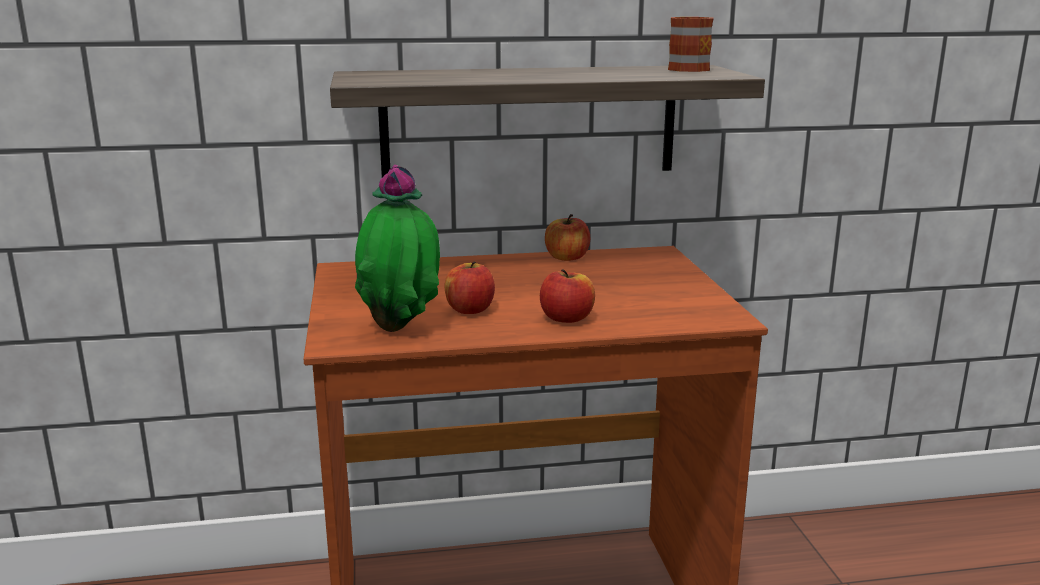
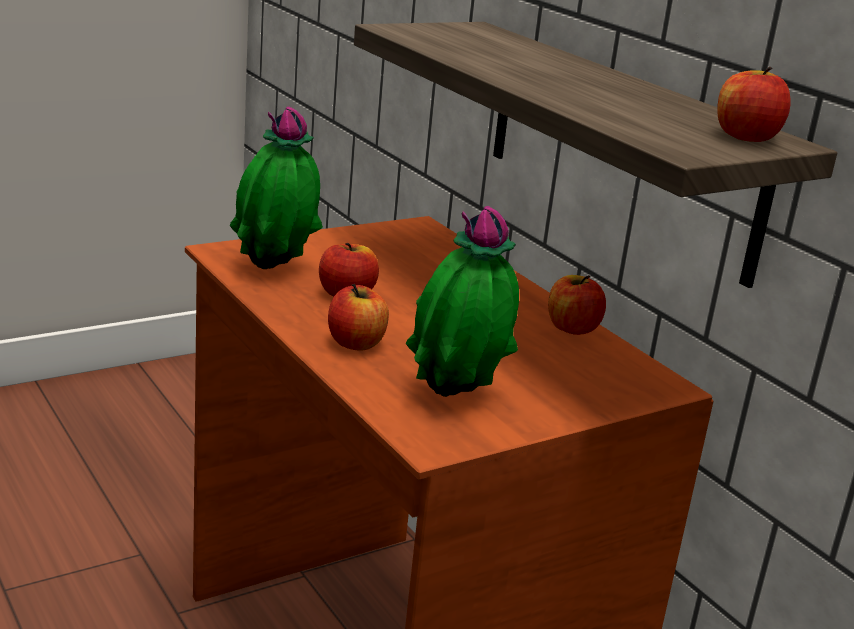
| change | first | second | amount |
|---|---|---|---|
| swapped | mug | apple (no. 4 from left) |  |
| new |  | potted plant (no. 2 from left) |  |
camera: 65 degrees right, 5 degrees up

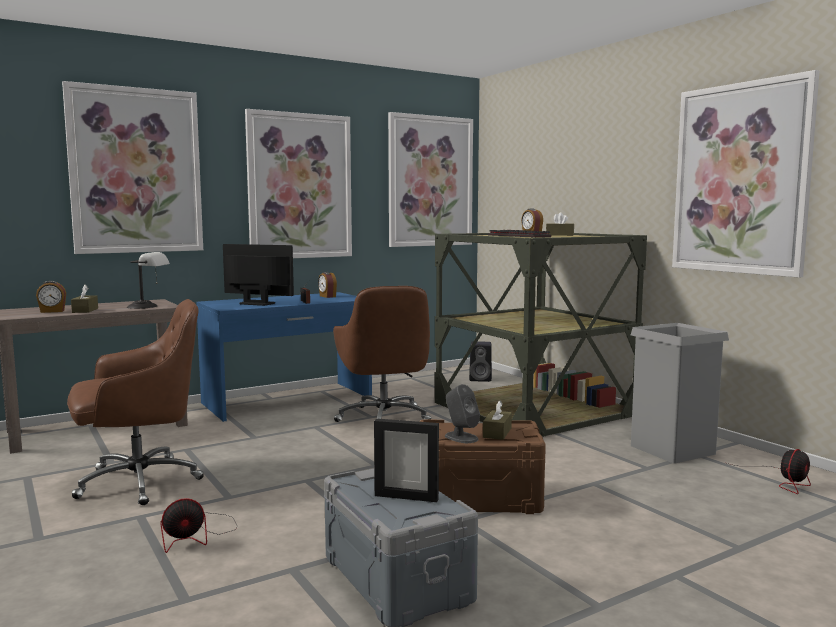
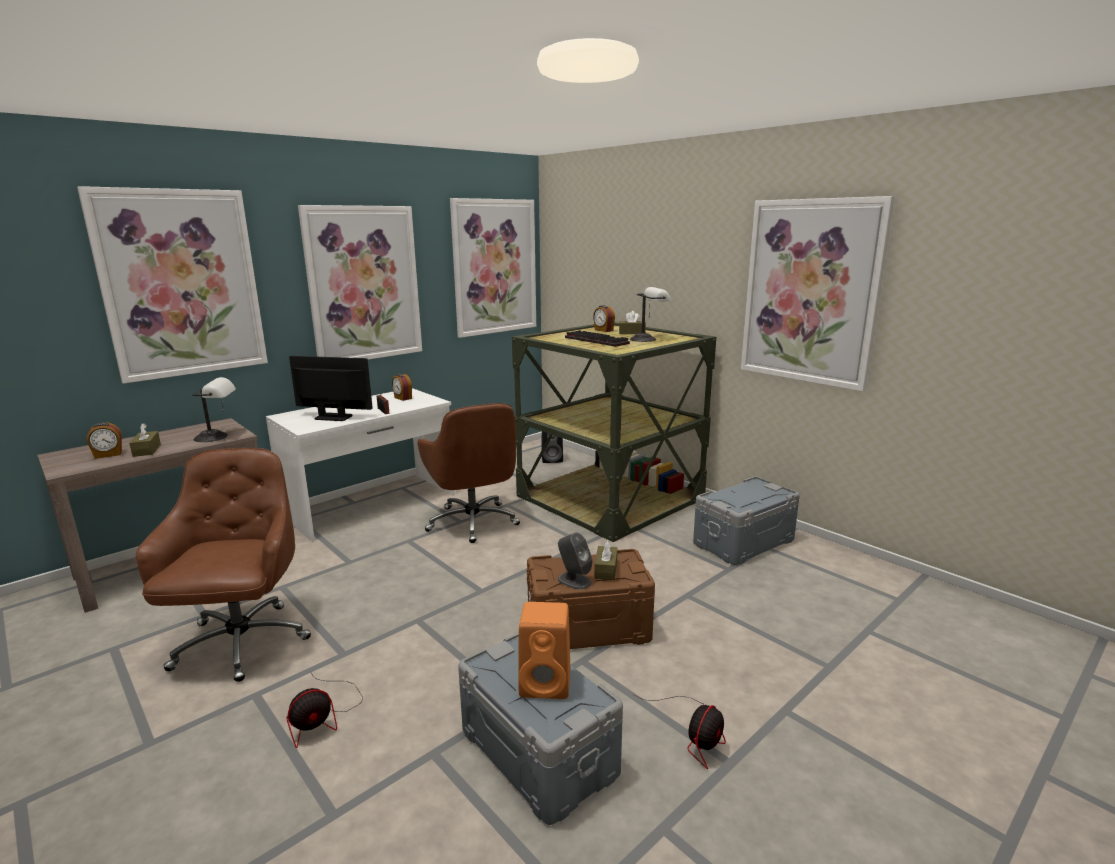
| change | first | second | amount |
|---|---|---|---|
| rotated | office chair (brown) (no. 1 from left) |  | 60 degrees counterclockwise |
| repainted | desk (blue) | desk (white) |  |
| swapped | picture frame | speaker (orange) |  |
| swapped | trash can (grey) | storage box (grey) (no. 2 from left) |  |
| shifted | fan (no. 2 from left) |  |  |
| new |  | table lamp (no. 2 from left) |  |
camera: 10 degrees left, 10 degrees up

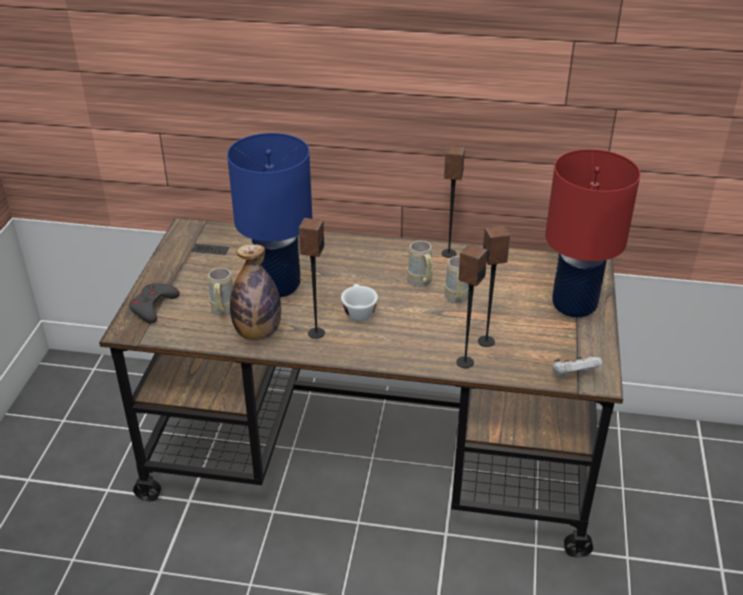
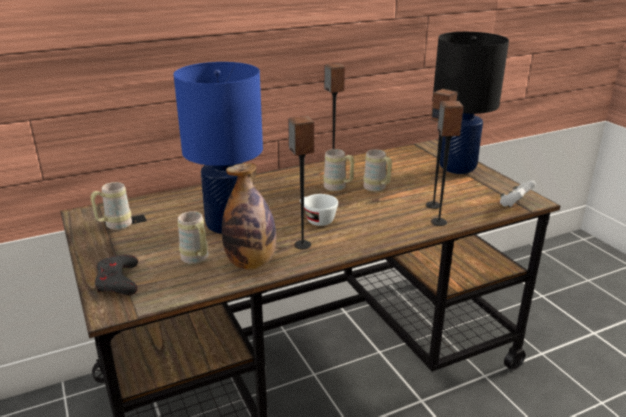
| change | first | second | amount |
|---|---|---|---|
| repainted | table lamp (red) | table lamp (black) |  |
| new |  | mug (beige) (no. 1 from left) |  |
camera: 35 degrees left, 10 degrees down

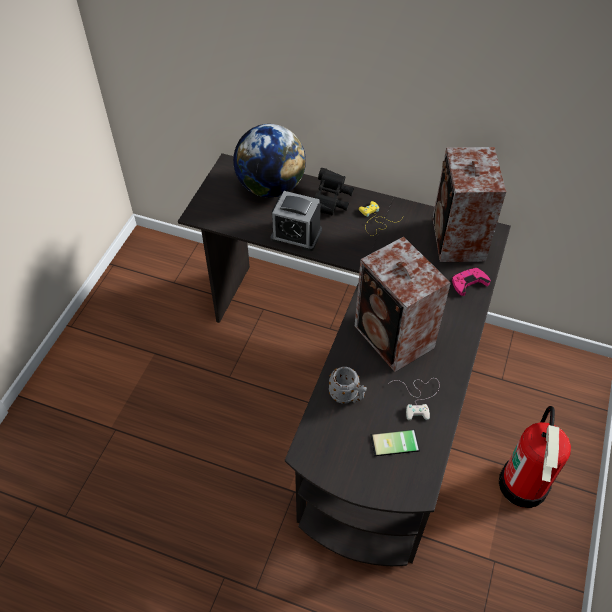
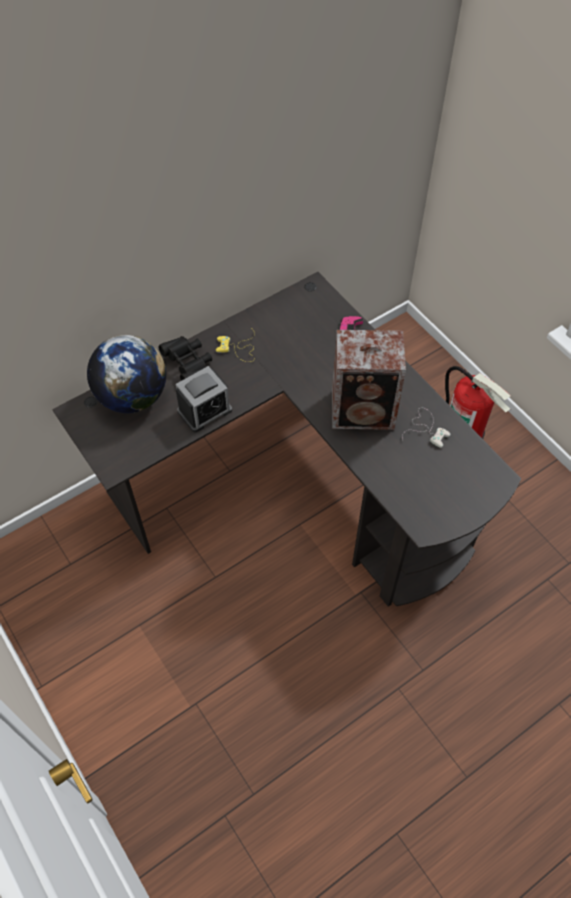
| change | first | second | amount |
|---|---|---|---|
| gone | mug (grey) |  |  |
| gone | phone |  |  |
| gone | speaker (no. 2 from left) |  |  |
camera: 55 degrees left, 5 degrees up

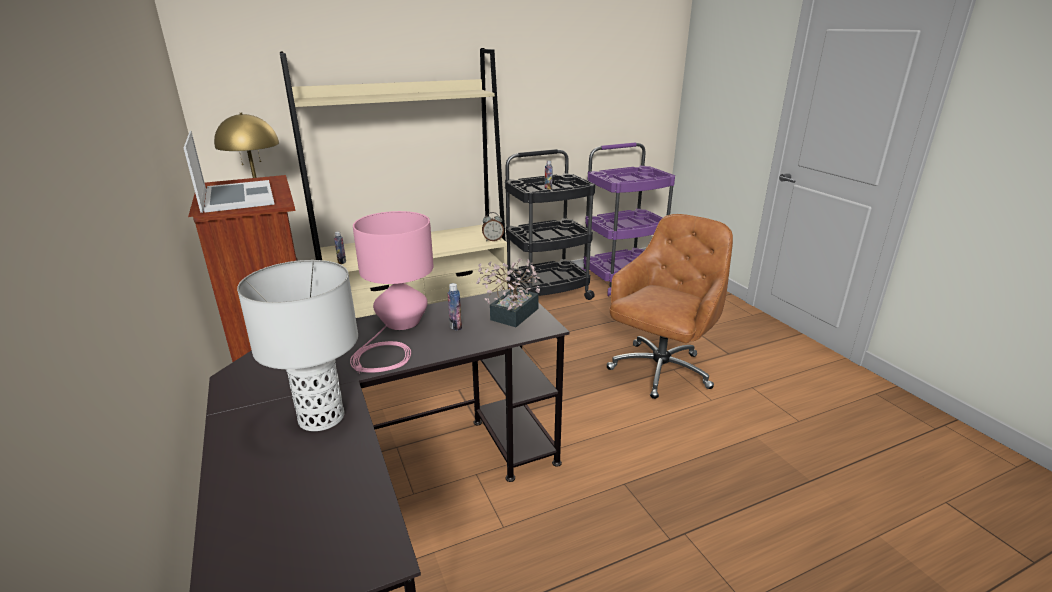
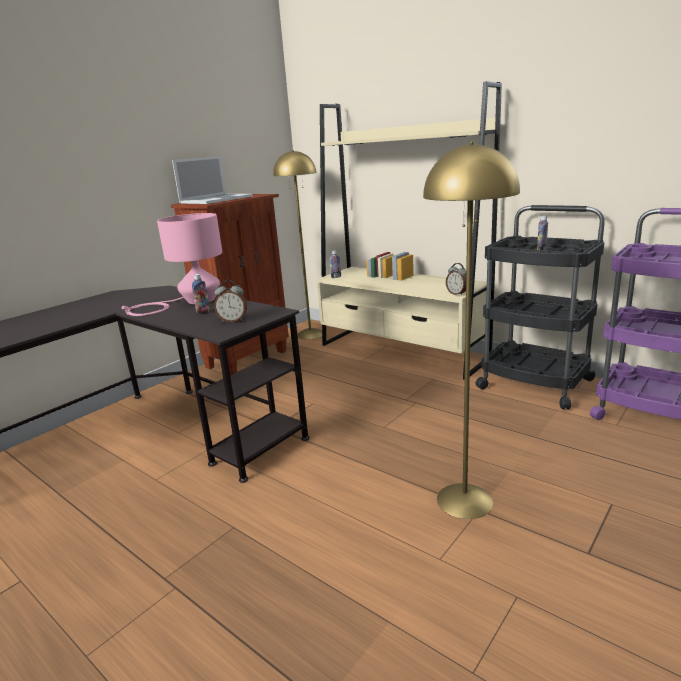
| change | first | second | amount |
|---|---|---|---|
| gone | table lamp (white) |  |  |
| swapped | potted plant | alarm clock (no. 1 from left) |  |
| swapped | office chair (brown) | floor lamp (yellow) (no. 2 from left) |  |
camera: 65 degrees right, 5 degrees down

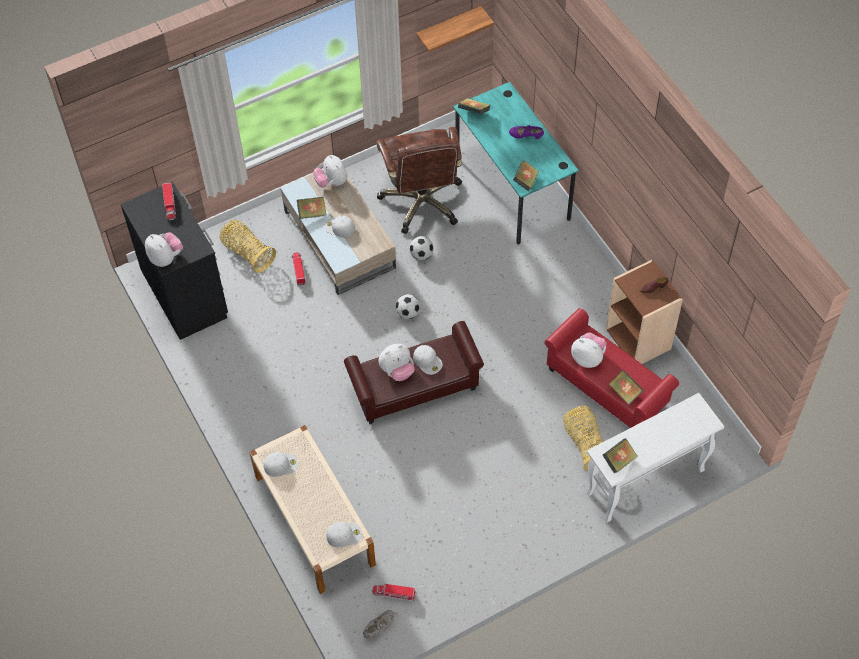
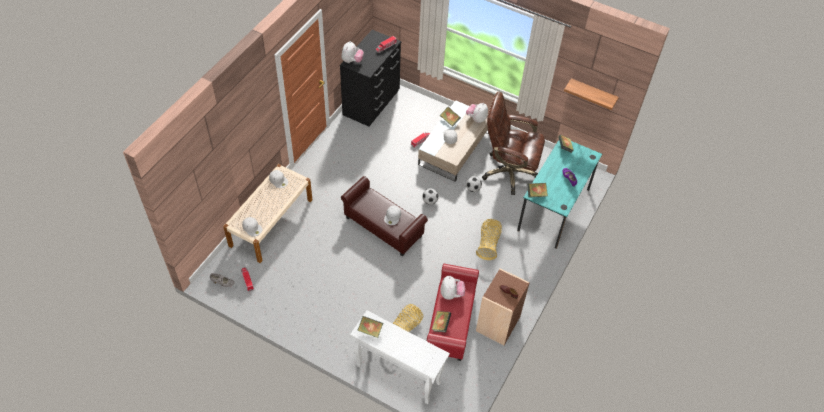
| change | first | second | amount |
|---|---|---|---|
| shifted | basket (no. 1 from left in the first image) | basket (no. 2 from left) |  |
| rotated | office chair (brown) |  | 60 degrees clockwise |
| gone | plush toy (no. 3 from left) |  |  |
camera: 55 degrees right, 5 degrees down

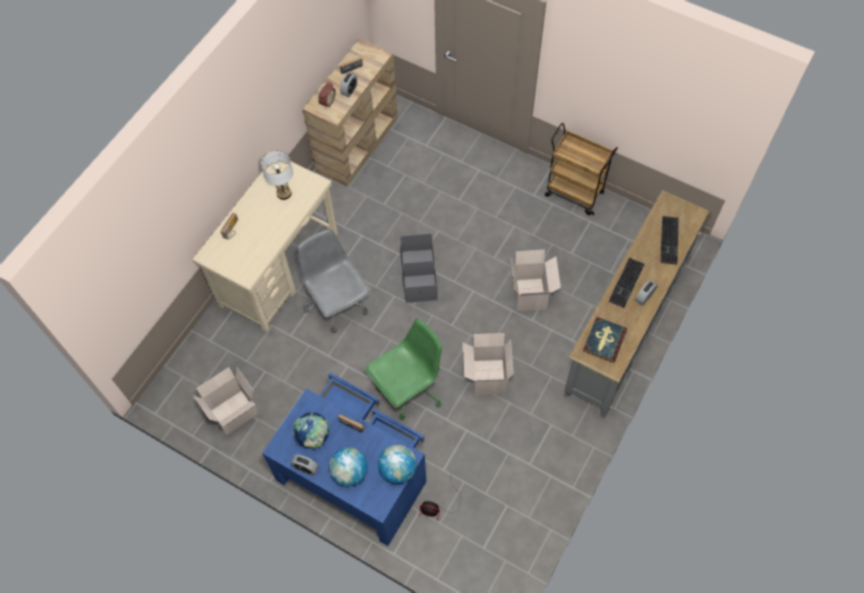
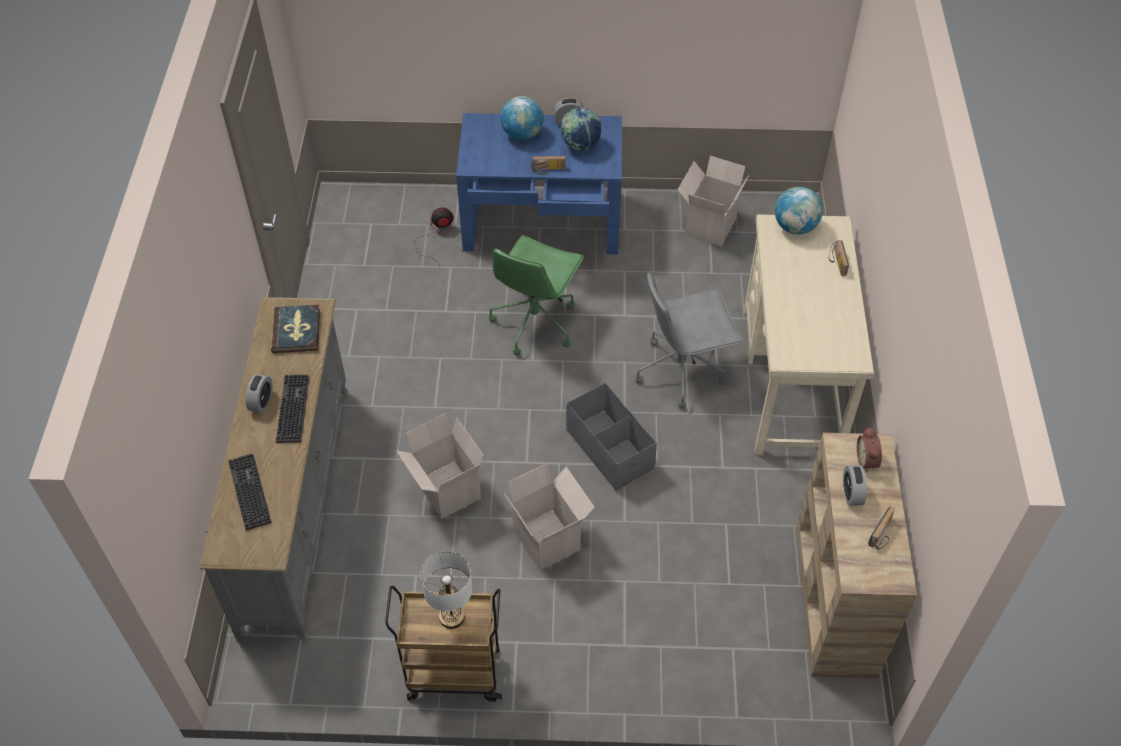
| change | first | second | amount |
|---|---|---|---|
| shifted | table lamp |  |  |
| rotated | office chair (grey) |  | 135 degrees clockwise |
| shifted | globe (no. 3 from left) |  |  |
| shifted | cardboard box (no. 2 from left) |  |  |
camera: 150 degrees right, 10 degrees down

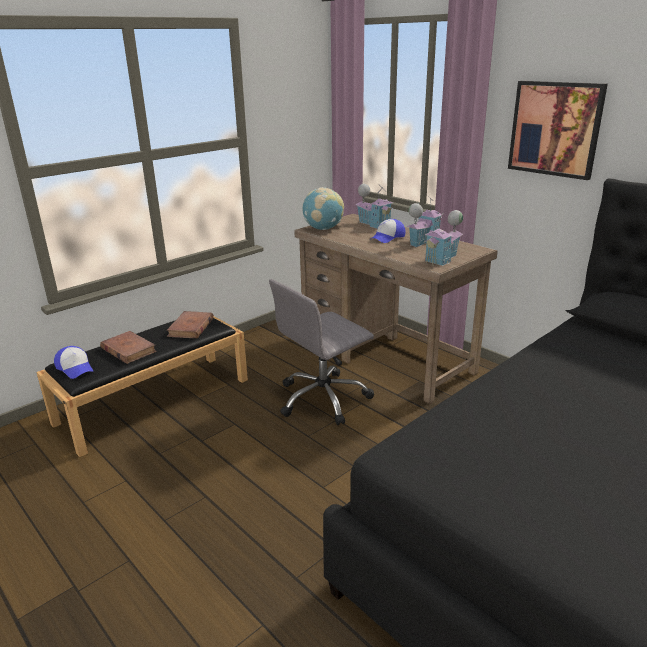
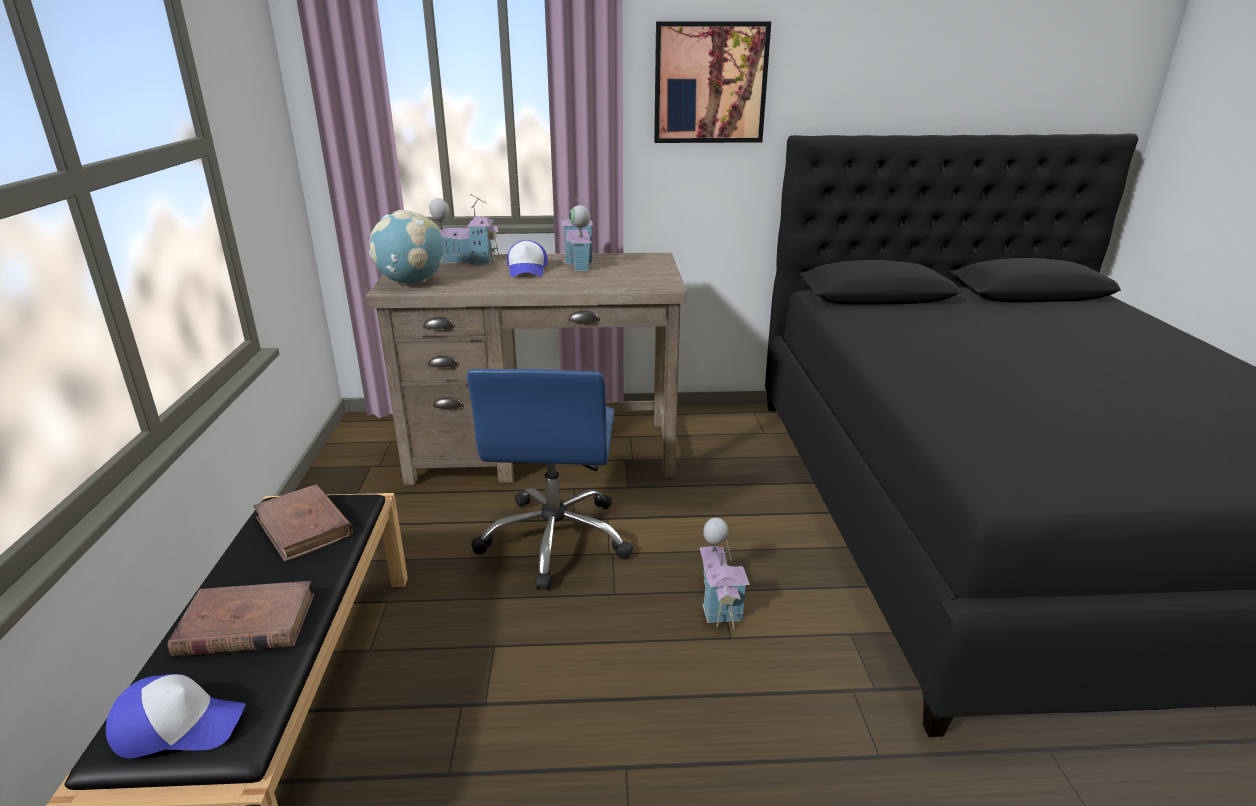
| change | first | second | amount |
|---|---|---|---|
| repainted | office chair (grey) | office chair (blue) |  |
| shifted | toy house (no. 3 from left) |  |  |
camera: 50 degrees left, 0 degrees up

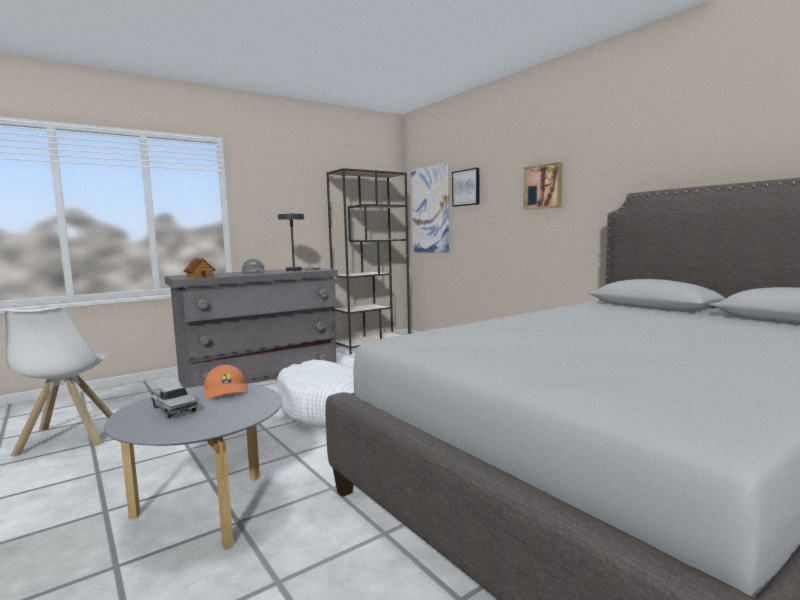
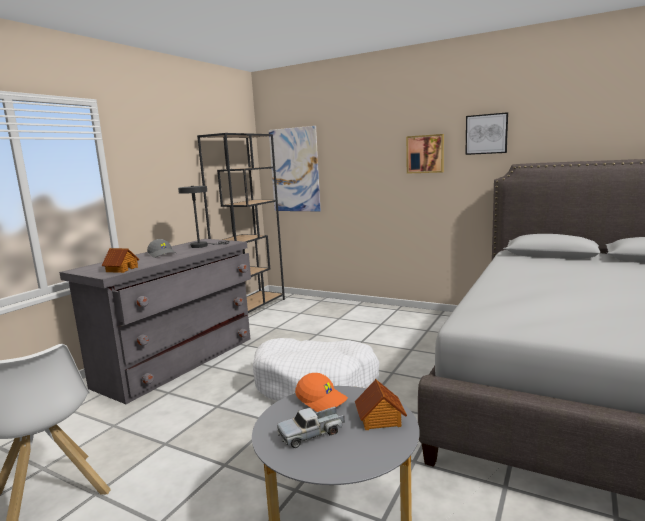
| change | first | second | amount |
|---|---|---|---|
| rotated | toy truck |  | 135 degrees clockwise |
| shifted | picture (no. 2 from left in the first image) | picture (no. 3 from left) |  |
| new |  | toy house (no. 2 from left) |  |
camera: 25 degrees left, 5 degrees up

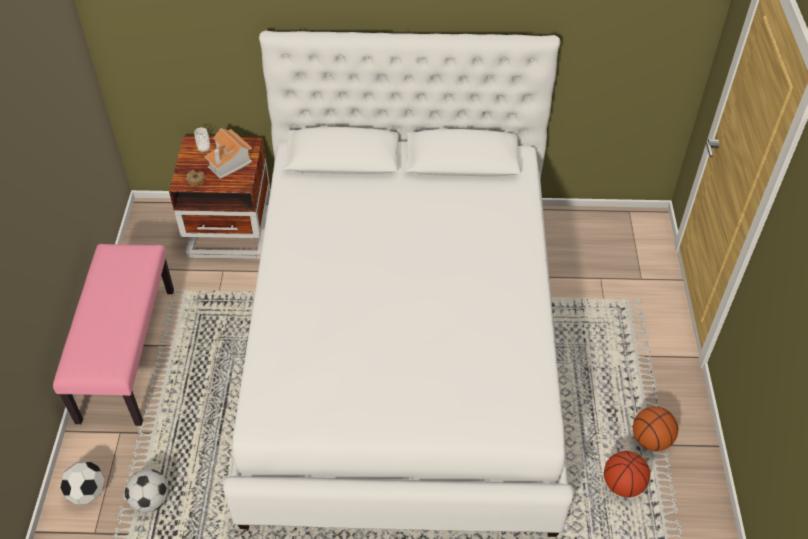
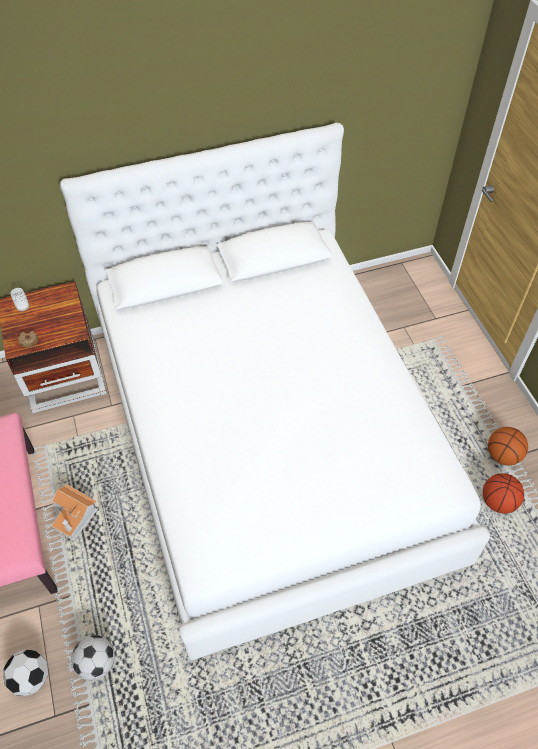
| change | first | second | amount |
|---|---|---|---|
| shifted | toy house |  |  |
camera: 20 degrees left, 5 degrees up

